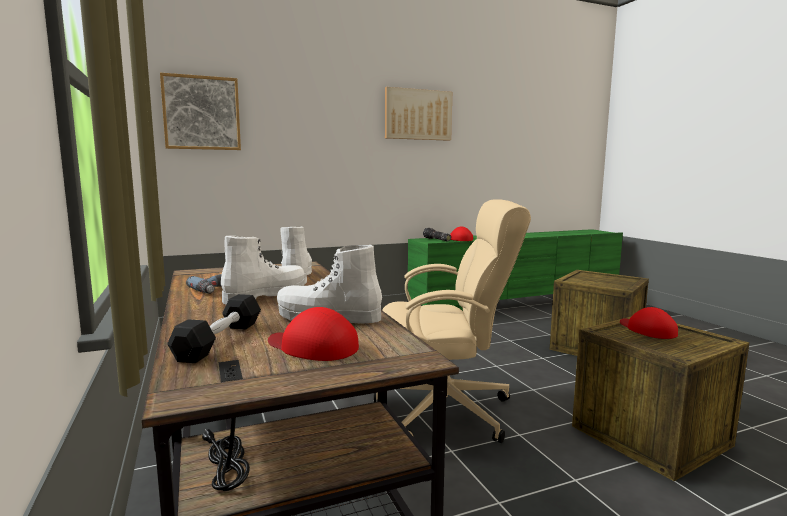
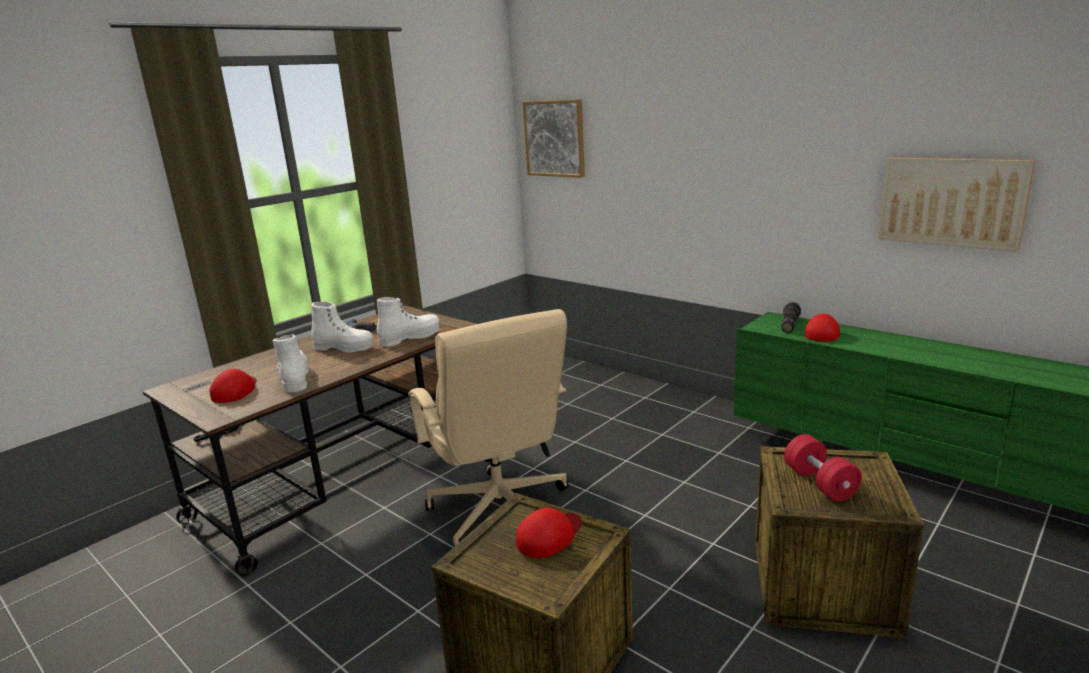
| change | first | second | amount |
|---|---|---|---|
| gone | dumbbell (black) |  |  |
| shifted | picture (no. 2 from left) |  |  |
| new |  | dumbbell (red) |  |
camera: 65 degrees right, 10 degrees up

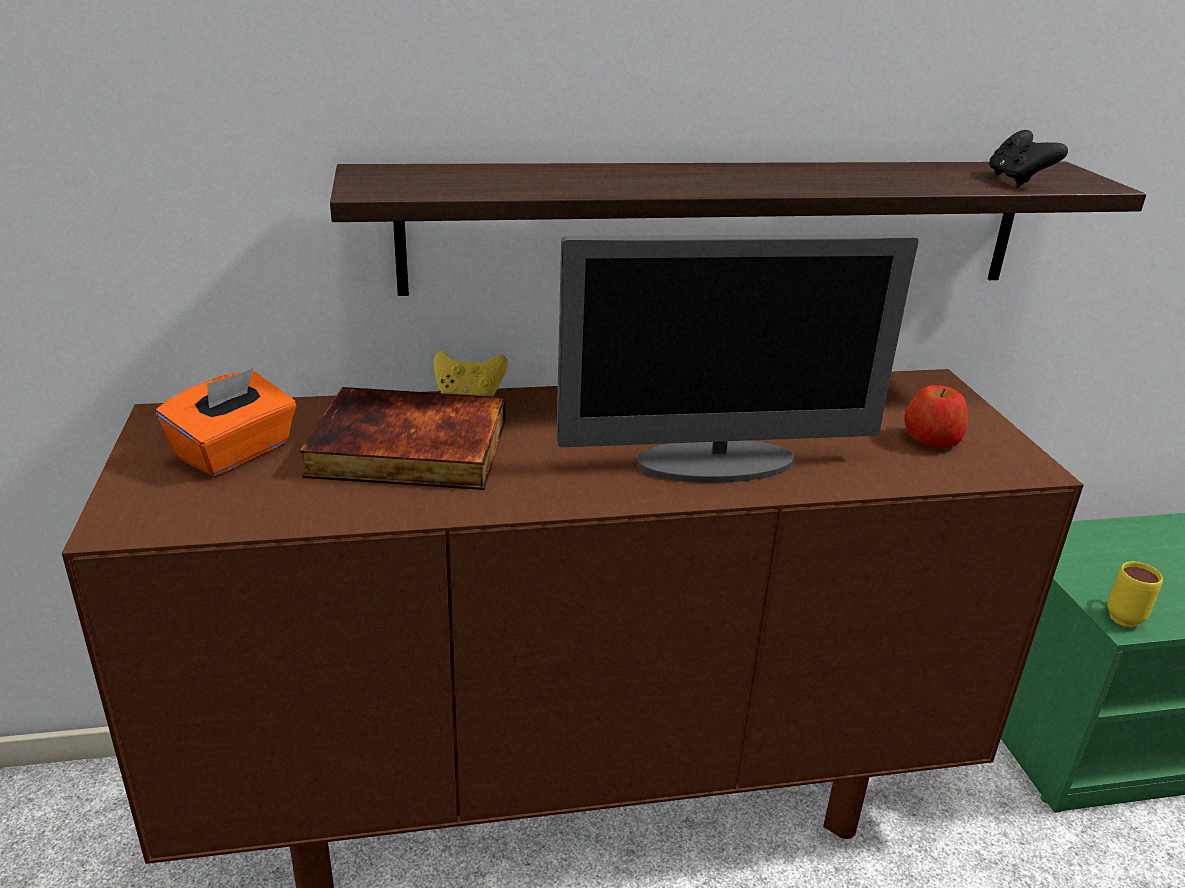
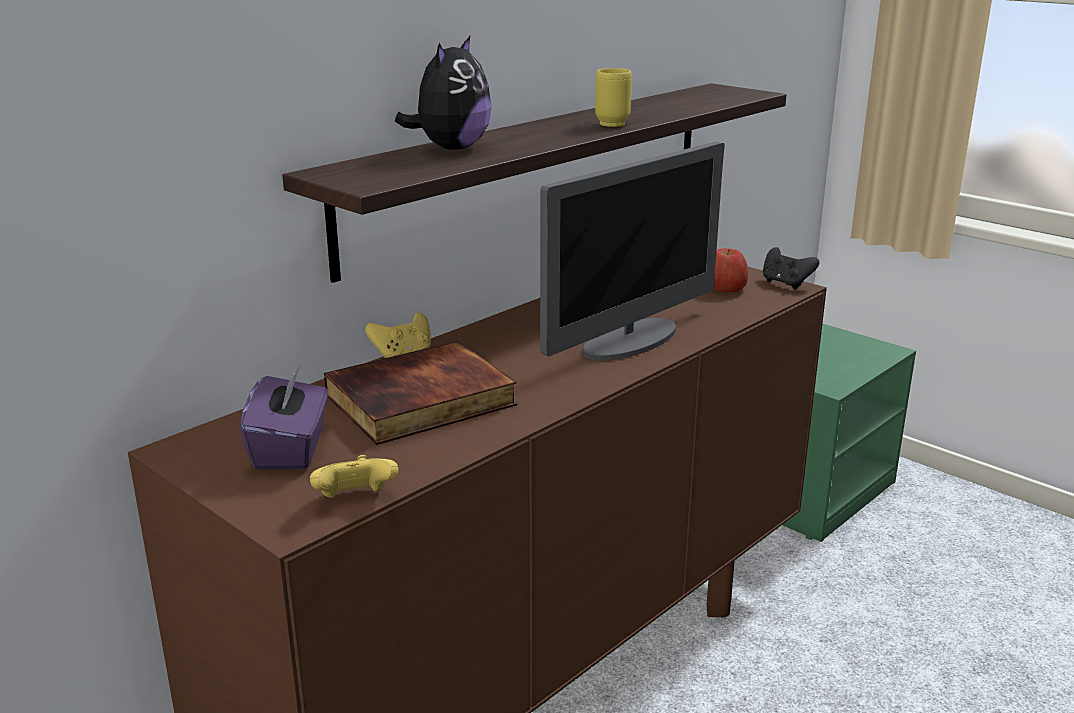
| change | first | second | amount |
|---|---|---|---|
| repainted | tissue box (orange) | tissue box (purple) |  |
| shifted | game controller (black) |  |  |
| shifted | mug (yellow) |  |  |
| new |  | game controller (yellow) (no. 1 from left) |  |
| new |  | plush toy |  |
camera: 35 degrees left, 5 degrees down

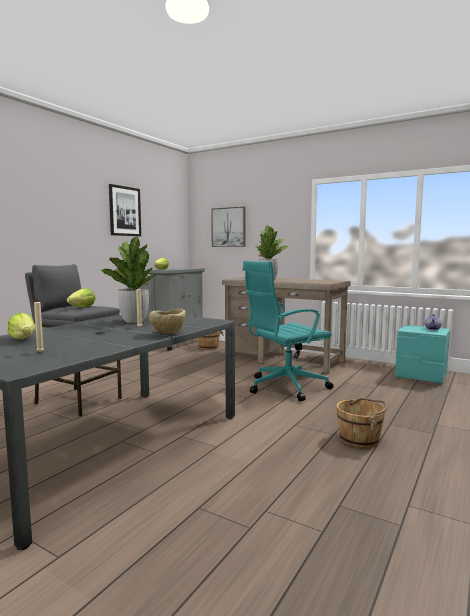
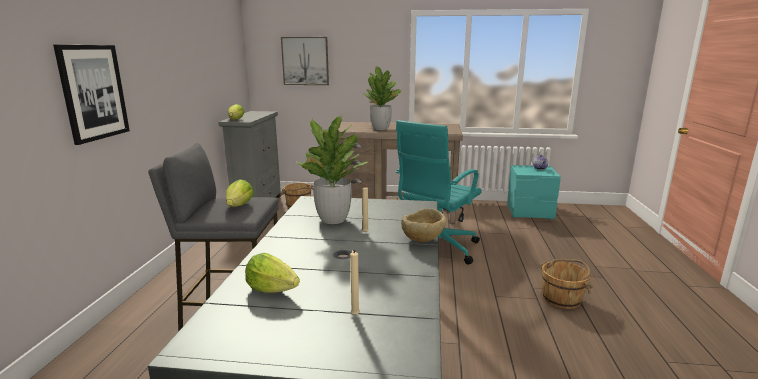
| change | first | second | amount |
|---|---|---|---|
| shifted | picture (no. 1 from left) |  |  |
camera: 25 degrees left, 10 degrees up

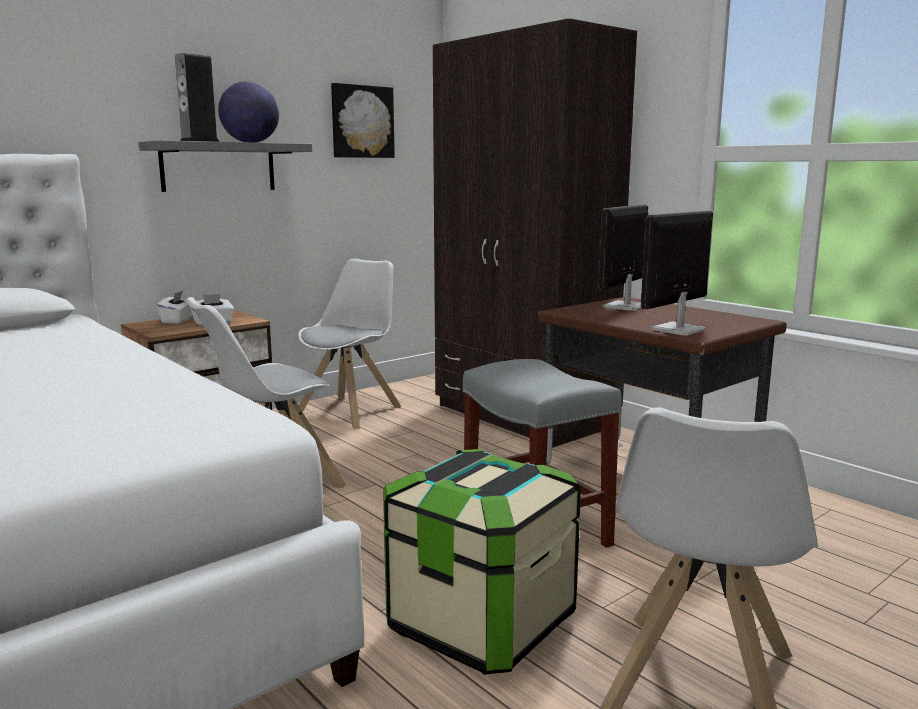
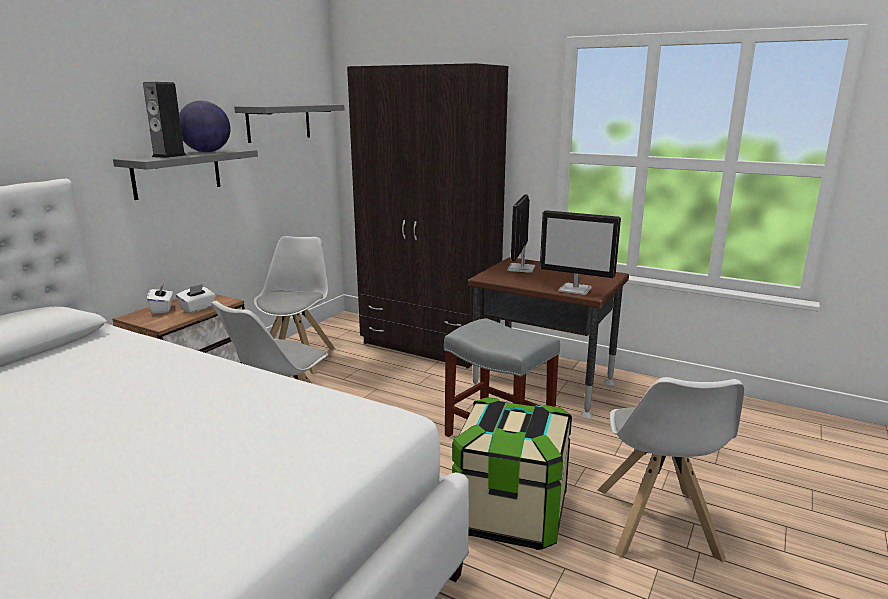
| change | first | second | amount |
|---|---|---|---|
| swapped | picture | shelf (grey) (no. 2 from left) |  |
| rotated | monitor (no. 2 from left) |  | 90 degrees counterclockwise |
camera: 20 degrees left, 5 degrees up

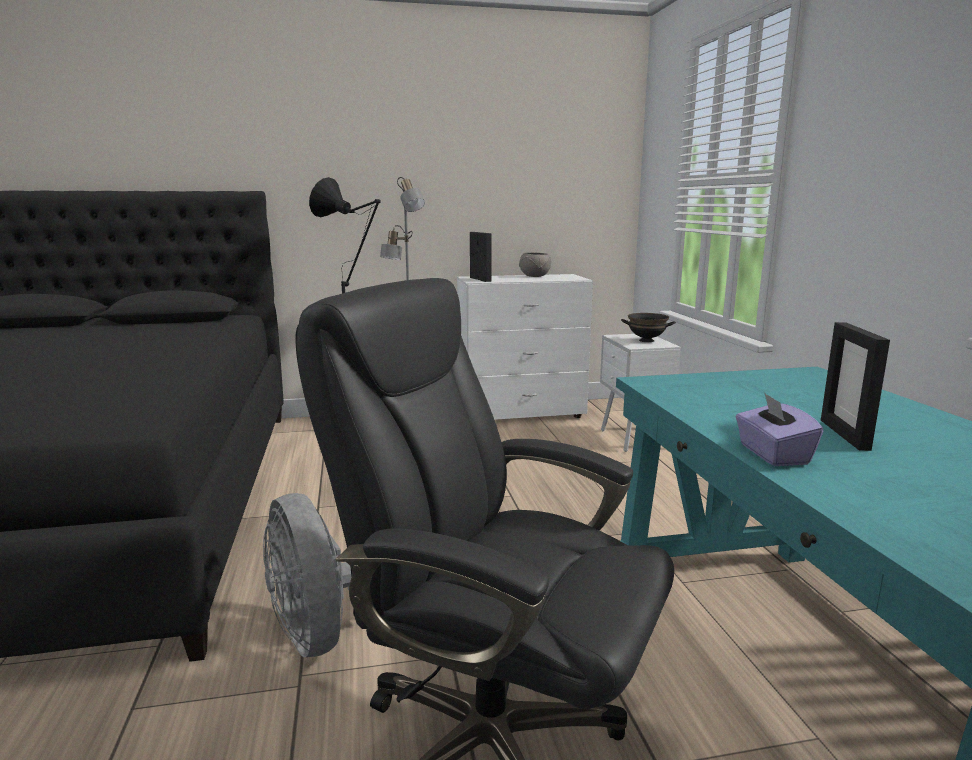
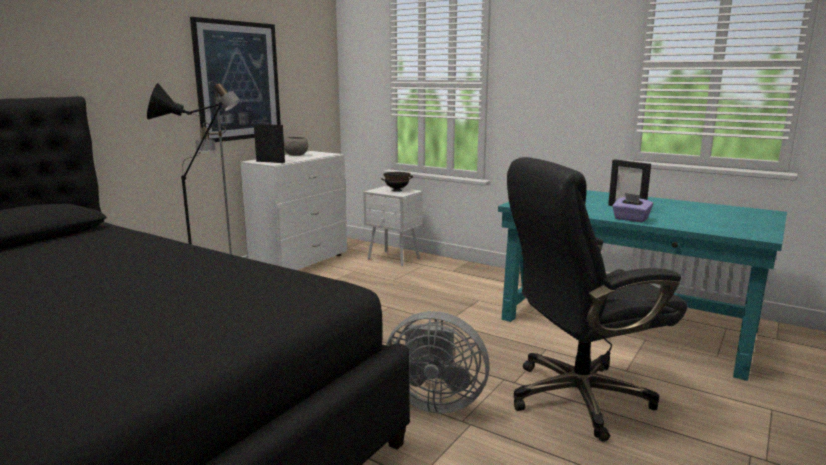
| change | first | second | amount |
|---|---|---|---|
| new |  | picture |  |
camera: 45 degrees left, 0 degrees up

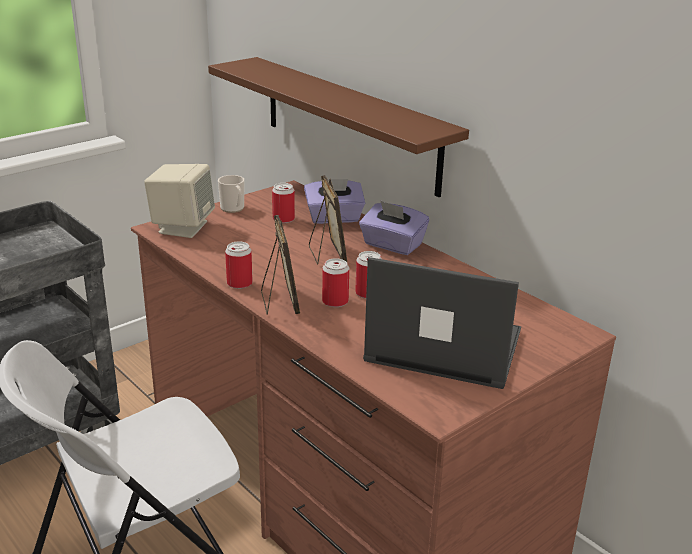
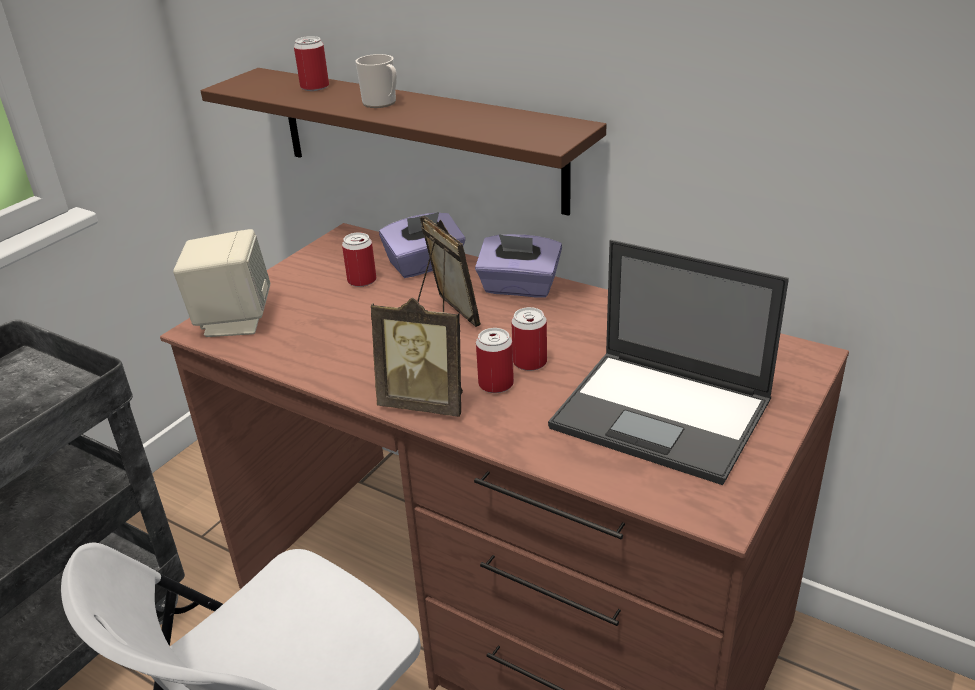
| change | first | second | amount |
|---|---|---|---|
| shifted | mug |  |  |
| shifted | can (no. 1 from left) |  |  |
| rotated | picture frame (no. 1 from left) |  | 135 degrees clockwise |
| rotated | laptop |  | 150 degrees counterclockwise |
camera: 15 degrees left, 5 degrees up

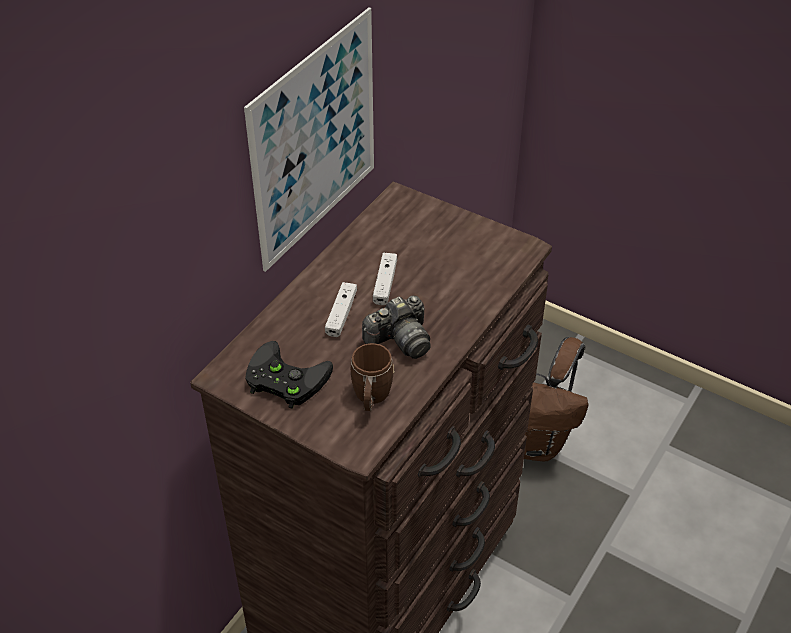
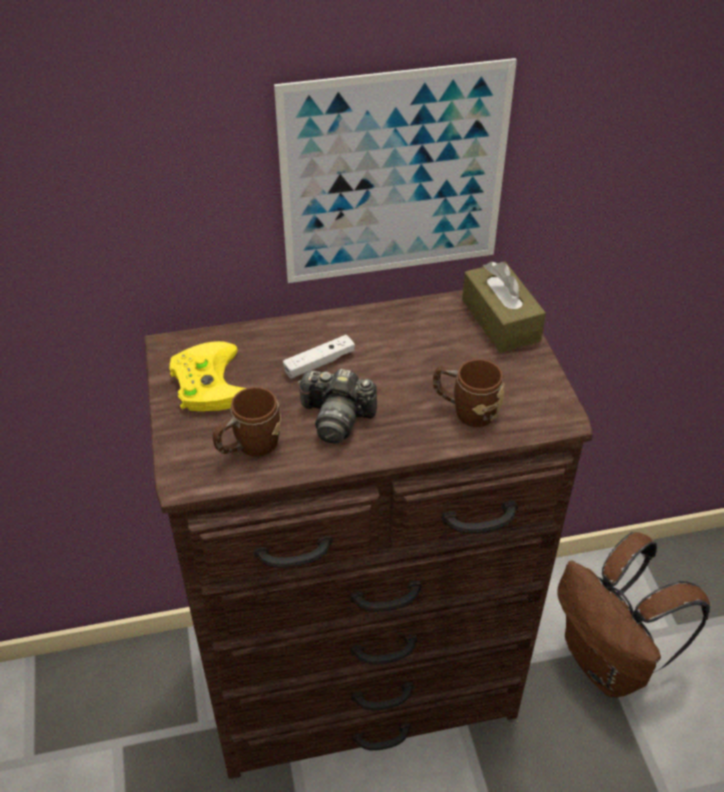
| change | first | second | amount |
|---|---|---|---|
| repainted | game controller (black) | game controller (yellow) |  |
| gone | game controller (white) (no. 2 from left) |  |  |
| new |  | mug (brown) (no. 2 from left) |  |
| new |  | tissue box (brown) |  |
camera: 45 degrees right, 0 degrees up

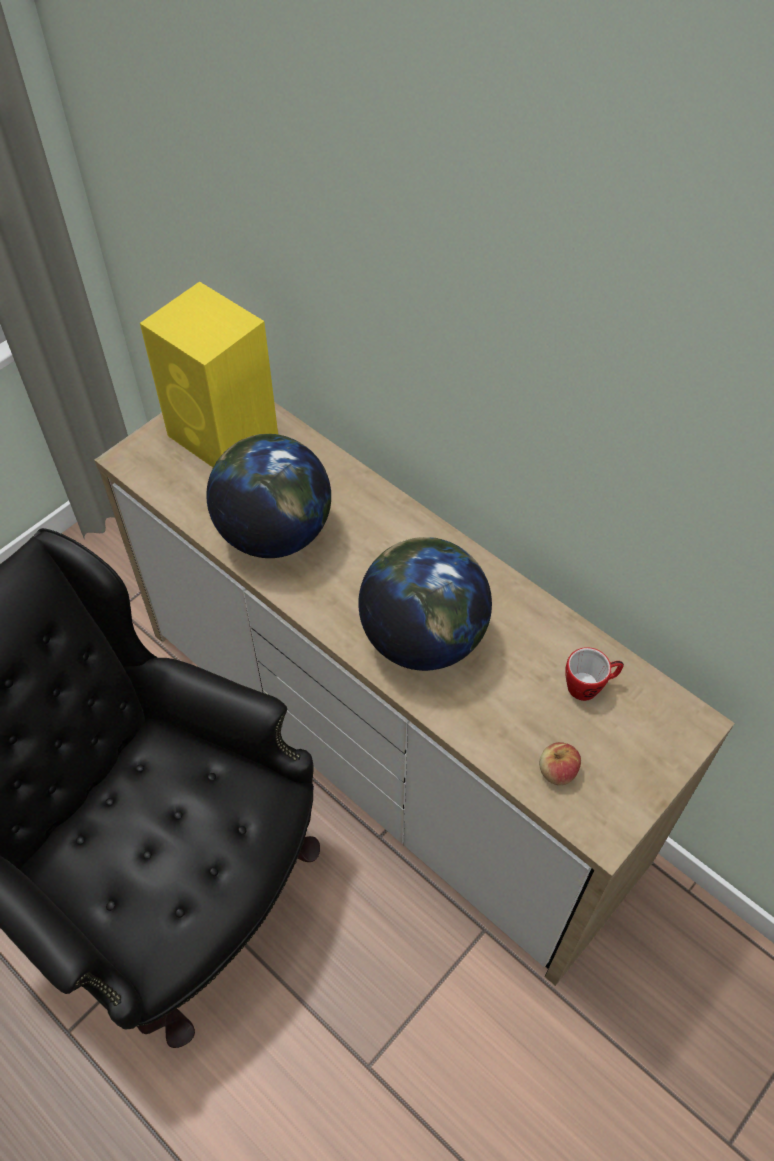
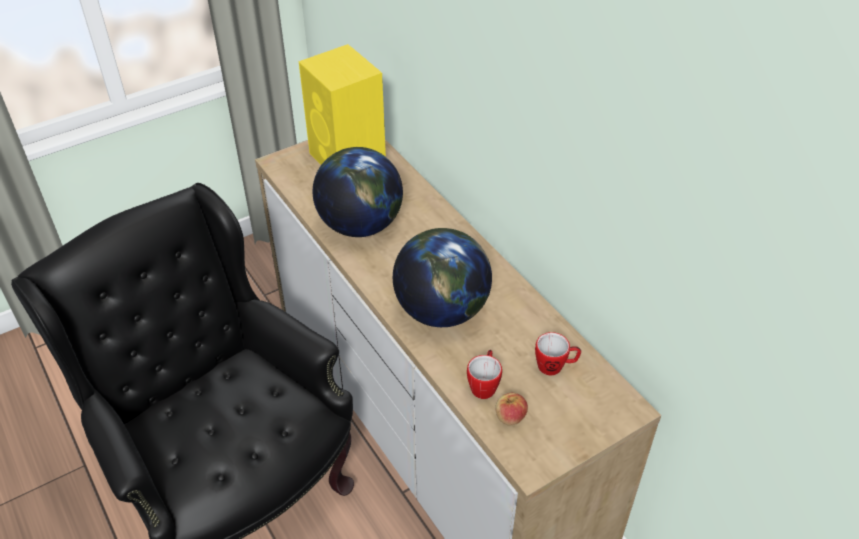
| change | first | second | amount |
|---|---|---|---|
| new |  | mug (no. 1 from left) |  |
camera: 15 degrees right, 10 degrees down

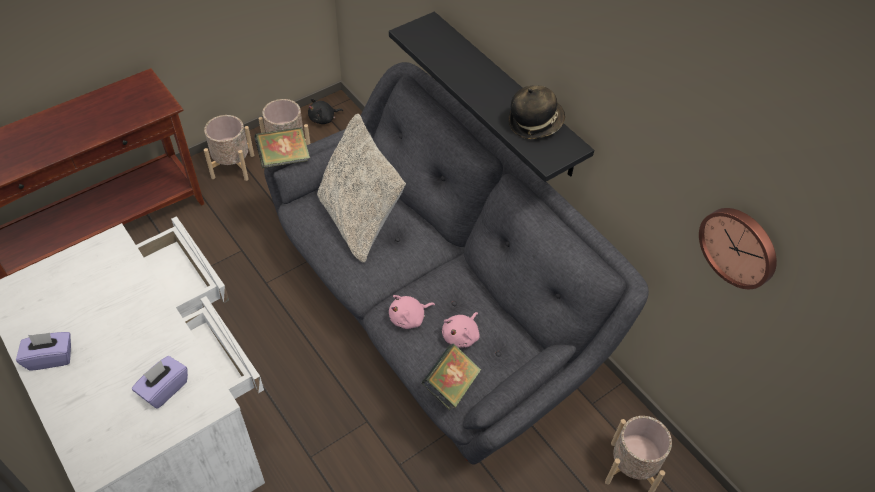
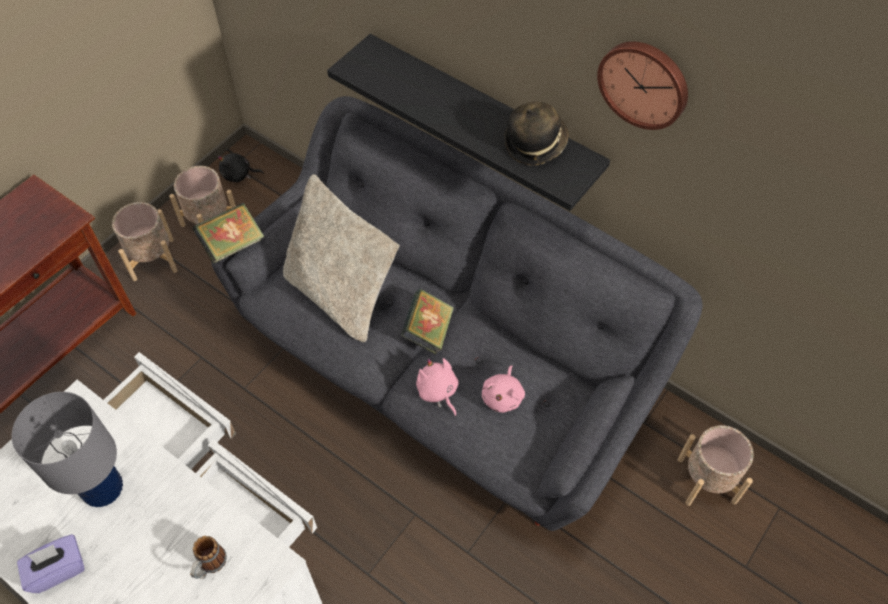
| change | first | second | amount |
|---|---|---|---|
| swapped | tissue box (purple) (no. 2 from left) | mug |  |
| rotated | plush toy (black) |  | 45 degrees clockwise |
| rotated | plush toy (pink) (no. 1 from left) |  | 105 degrees clockwise |
| shifted | book (no. 2 from left) |  |  |
| shifted | wall clock |  |  |
| new |  | table lamp (grey) |  |
camera: 15 degrees left, 5 degrees up

